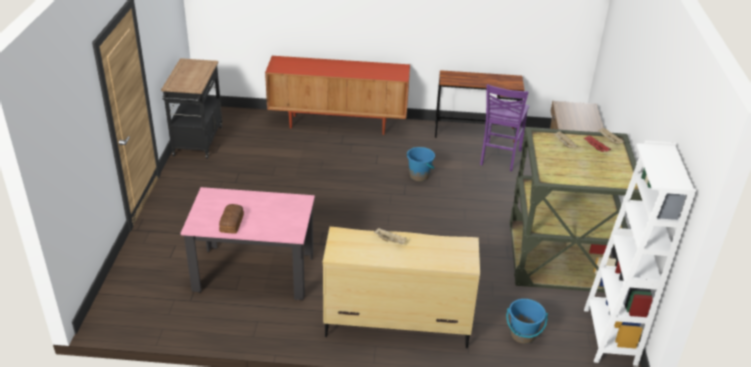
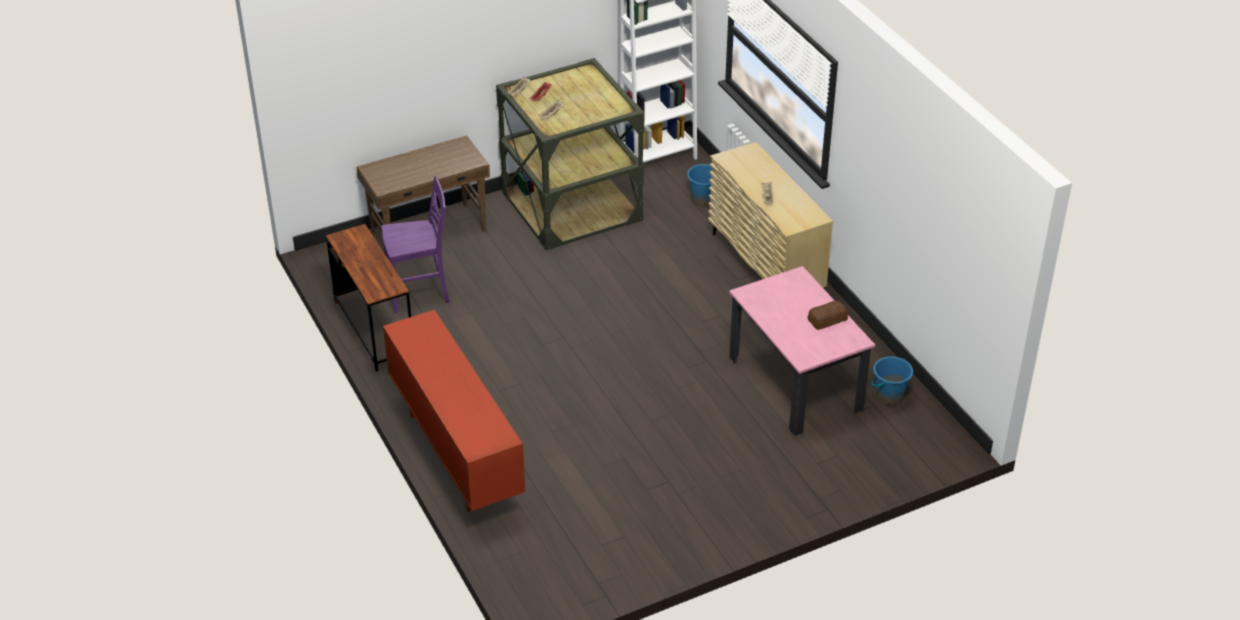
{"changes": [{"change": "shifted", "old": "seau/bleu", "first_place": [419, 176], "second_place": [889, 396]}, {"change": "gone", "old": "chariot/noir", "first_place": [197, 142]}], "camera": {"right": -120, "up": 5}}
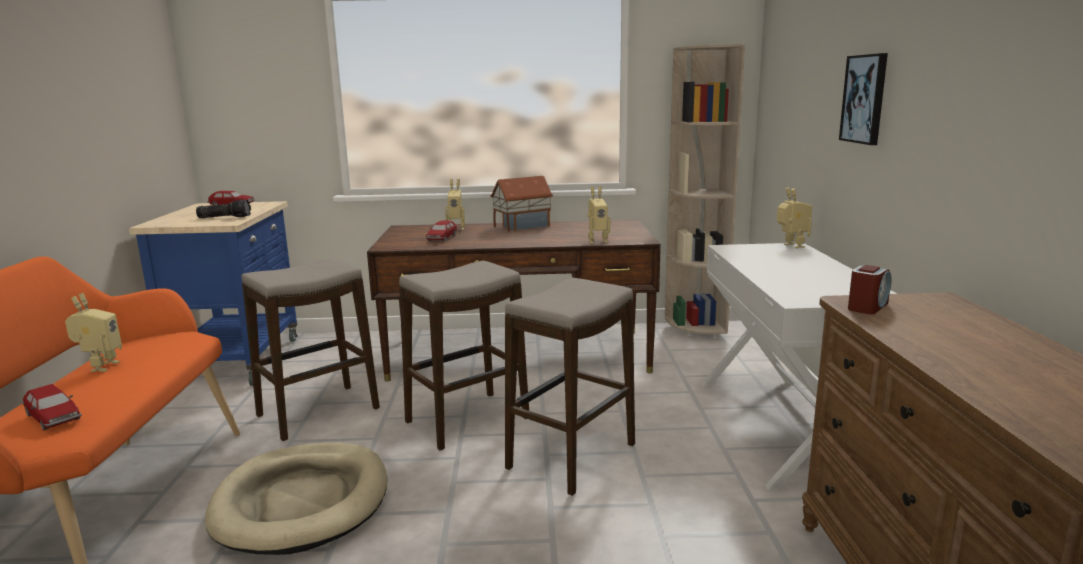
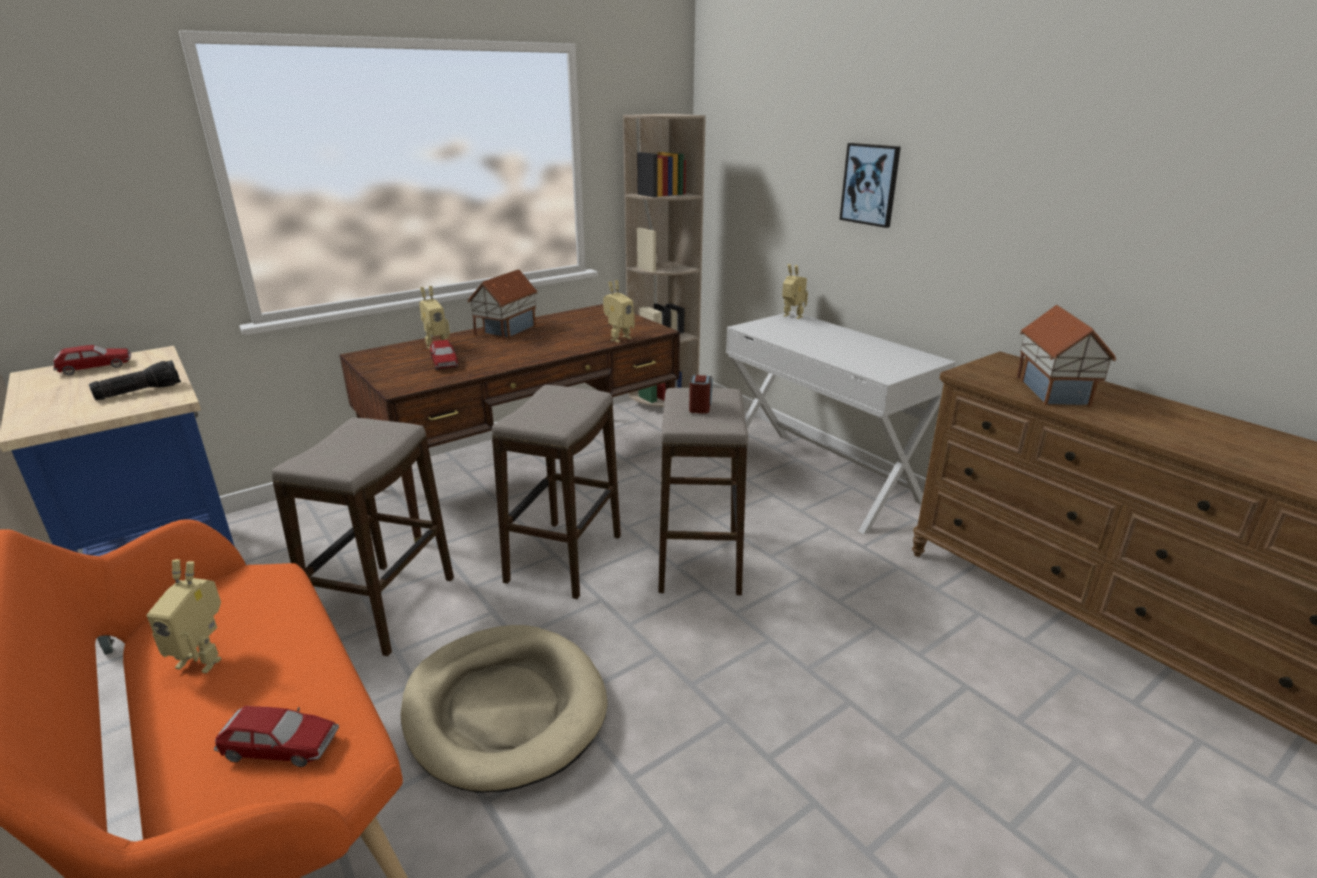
{"changes": [{"change": "rotated", "old": "robot jouet", "first_place": [100, 366], "second_place": [203, 658], "degrees": 135}, {"change": "shifted", "old": "réveil", "first_place": [867, 307], "second_place": [700, 406]}, {"change": "new", "new": "maison miniature", "second_place": [1055, 390]}], "camera": {"right": -35, "up": 10}}
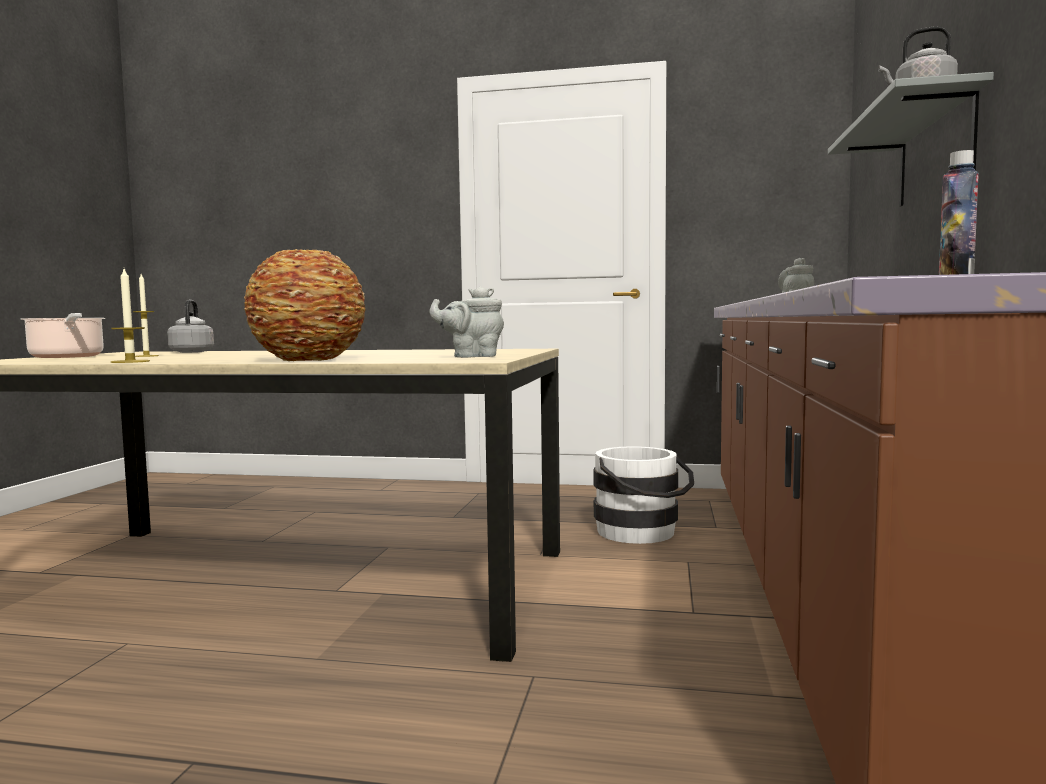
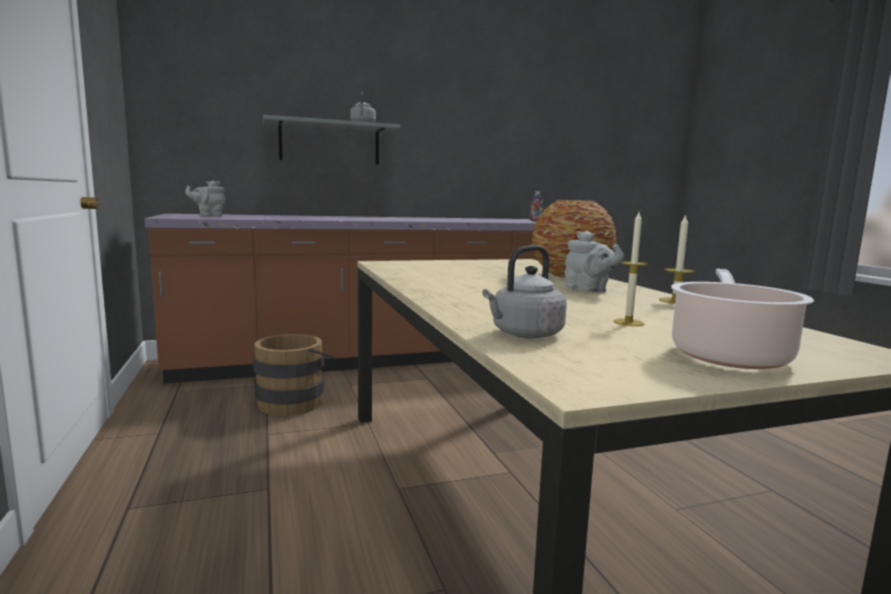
{"changes": [{"change": "repainted", "old": "seau/blanc", "new": "seau/marron", "first_place": [641, 534], "second_place": [294, 401]}, {"change": "shifted", "old": "théière/gris", "first_place": [471, 356], "second_place": [588, 290]}], "camera": {"right": -120, "up": 5}}
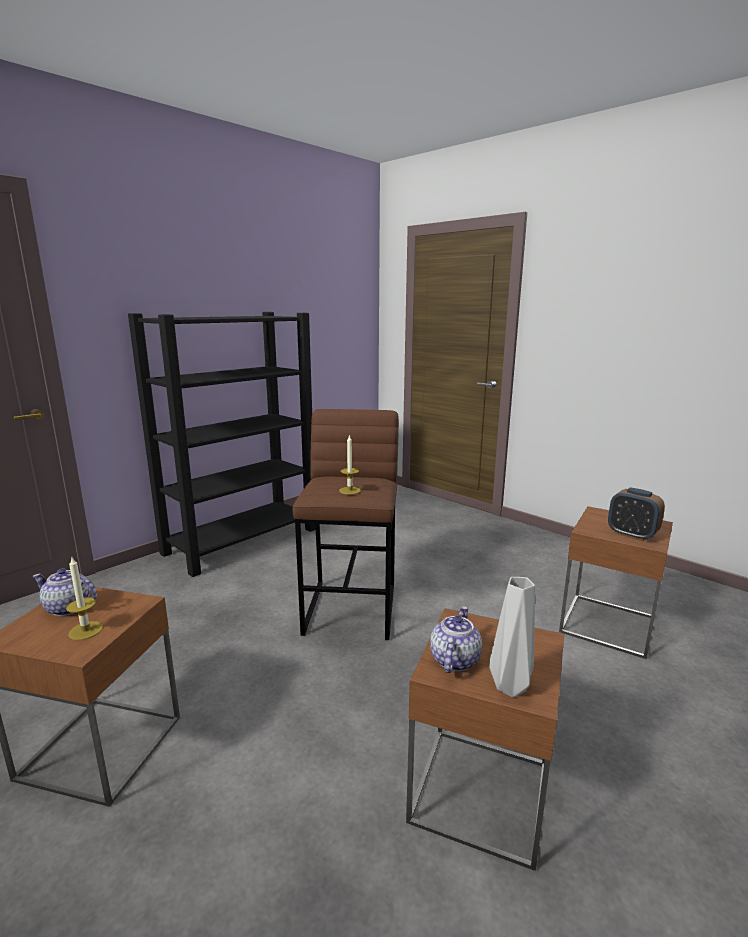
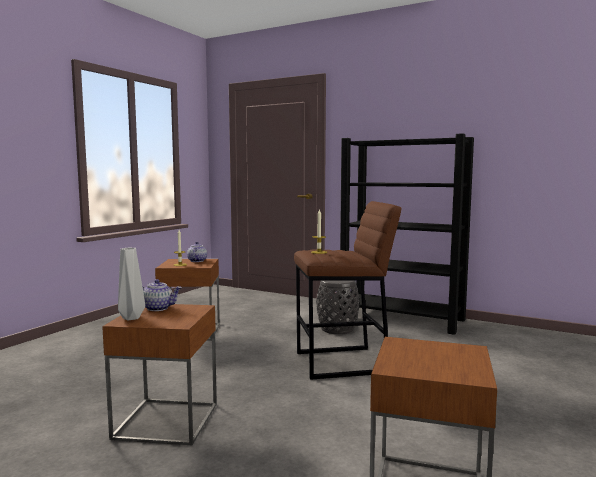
{"changes": [{"change": "new", "new": "tabouret/gris", "second_place": [337, 329]}, {"change": "gone", "old": "réveil", "first_place": [631, 534]}], "camera": {"right": 75, "up": -10}}
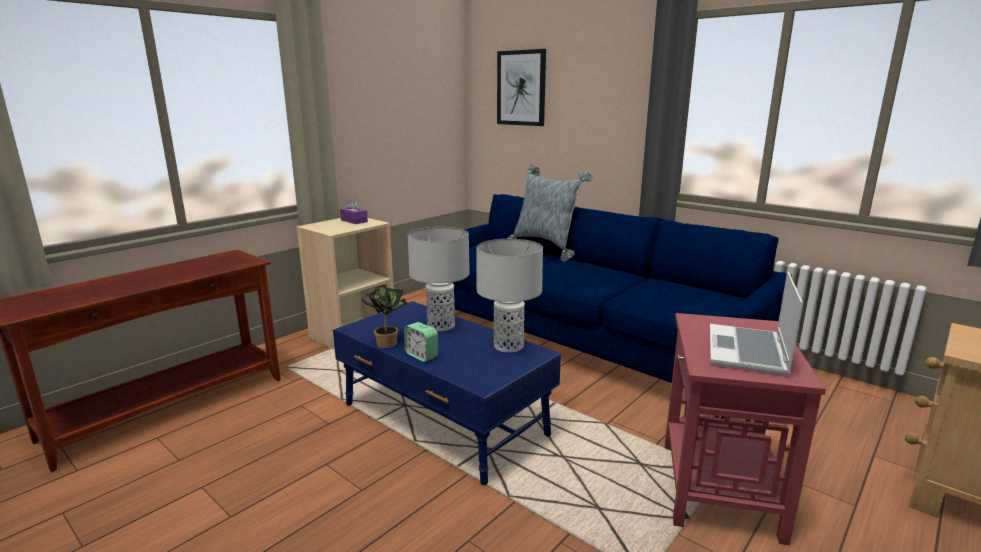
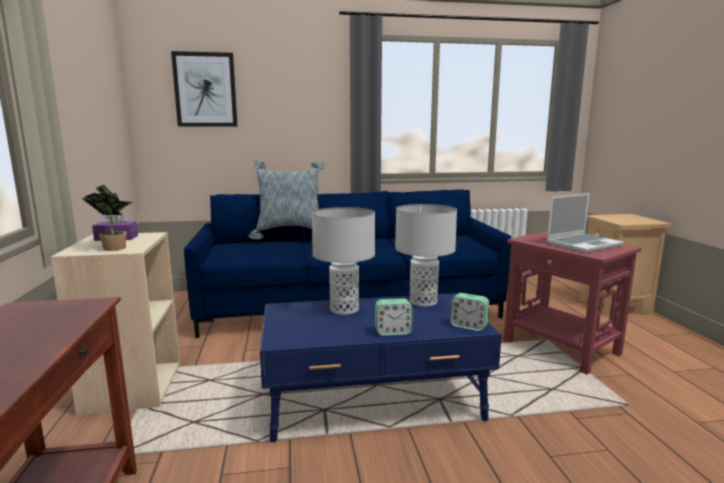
{"changes": [{"change": "shifted", "old": "plante en pot", "first_place": [387, 342], "second_place": [113, 247]}, {"change": "new", "new": "réveil", "second_place": [468, 326]}, {"change": "rotated", "old": "ordinateur portable", "first_place": [748, 352], "second_place": [583, 244], "degrees": -90}], "camera": {"right": -50, "up": -5}}
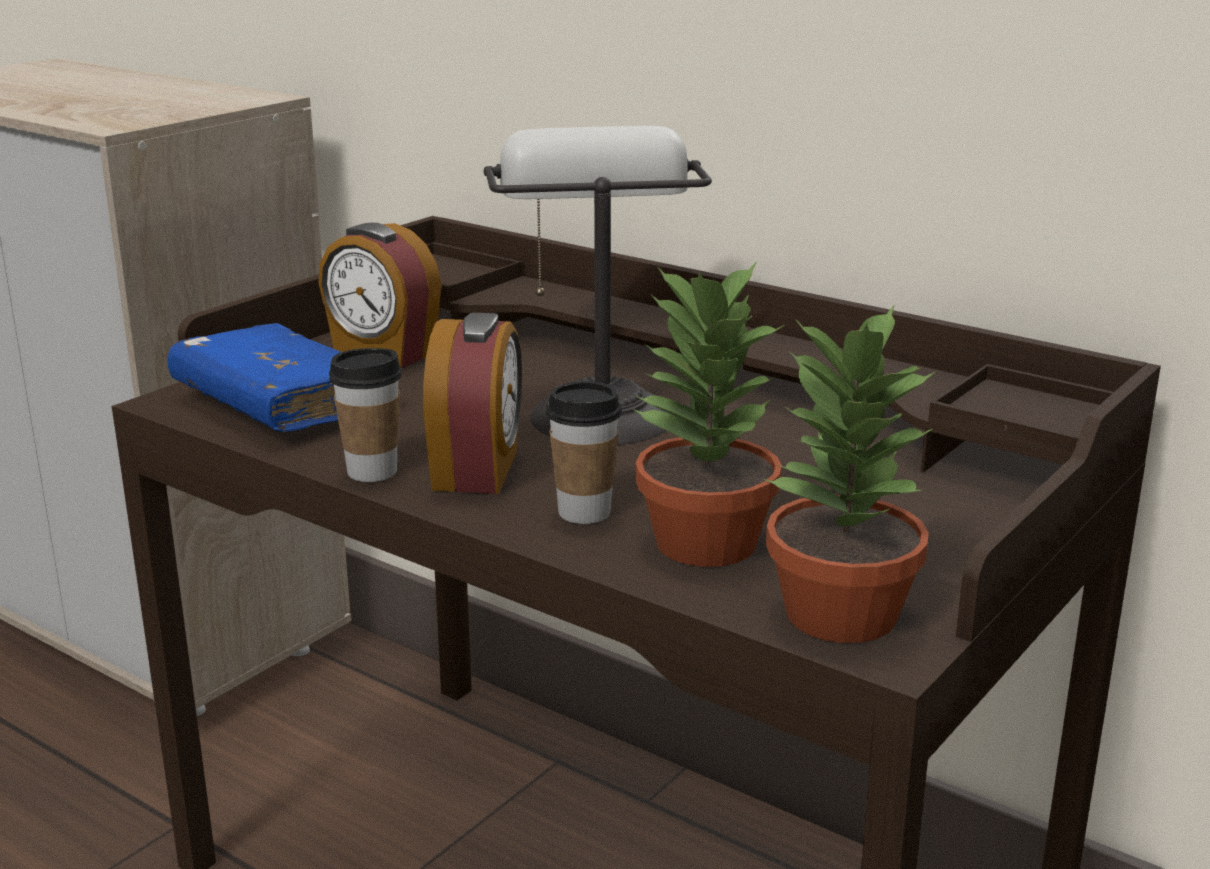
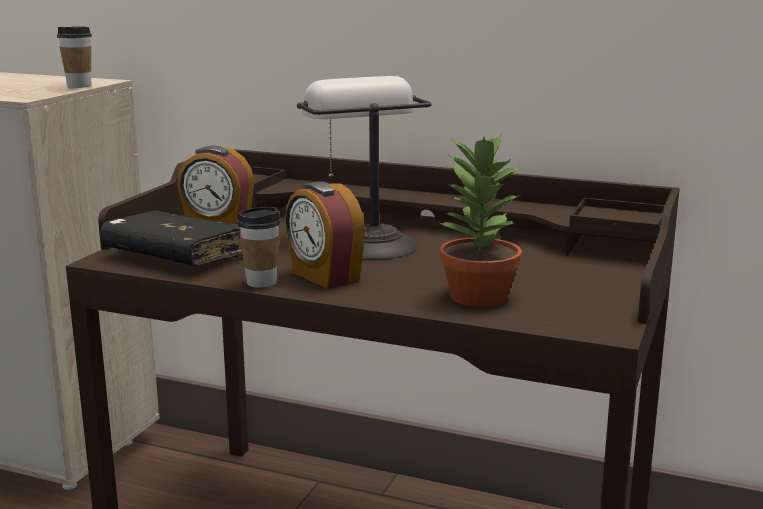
{"changes": [{"change": "shifted", "old": "tasse", "first_place": [584, 512], "second_place": [79, 86]}, {"change": "repainted", "old": "livre/bleu", "new": "livre/noir", "first_place": [278, 405], "second_place": [174, 256]}, {"change": "rotated", "old": "réveil", "first_place": [478, 470], "second_place": [324, 276], "degrees": 150}, {"change": "gone", "old": "plante en pot", "first_place": [837, 615]}], "camera": {"right": -15, "up": -5}}
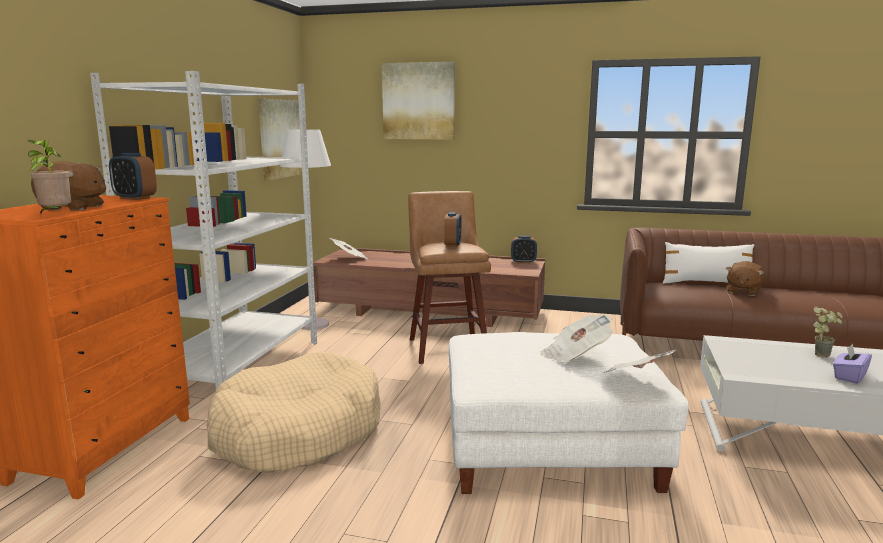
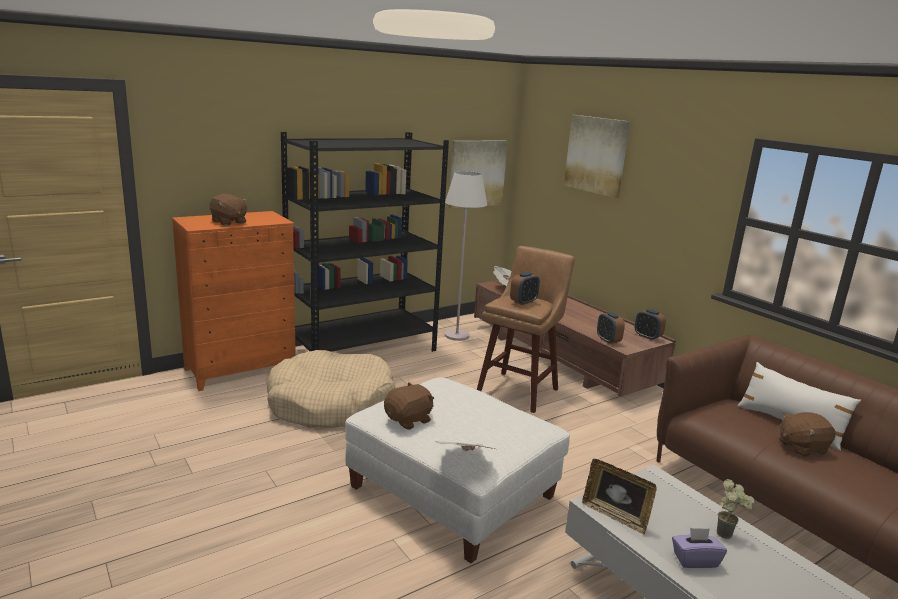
{"changes": [{"change": "repainted", "old": "bibliothèque/blanc", "new": "bibliothèque/noir", "first_place": [236, 369], "second_place": [362, 350]}, {"change": "new", "new": "peluche/marron", "second_place": [409, 420]}, {"change": "new", "new": "cadre photo", "second_place": [615, 516]}, {"change": "shifted", "old": "réveil", "first_place": [135, 198], "second_place": [608, 340]}, {"change": "gone", "old": "plante en pot", "first_place": [55, 215]}, {"change": "gone", "old": "journal", "first_place": [575, 355]}], "camera": {"right": 40, "up": 5}}
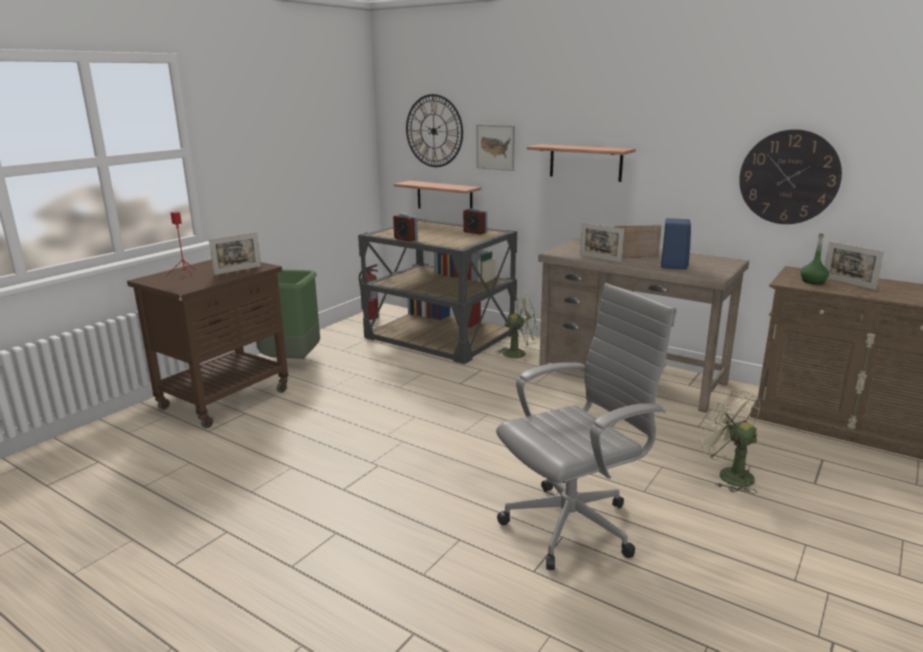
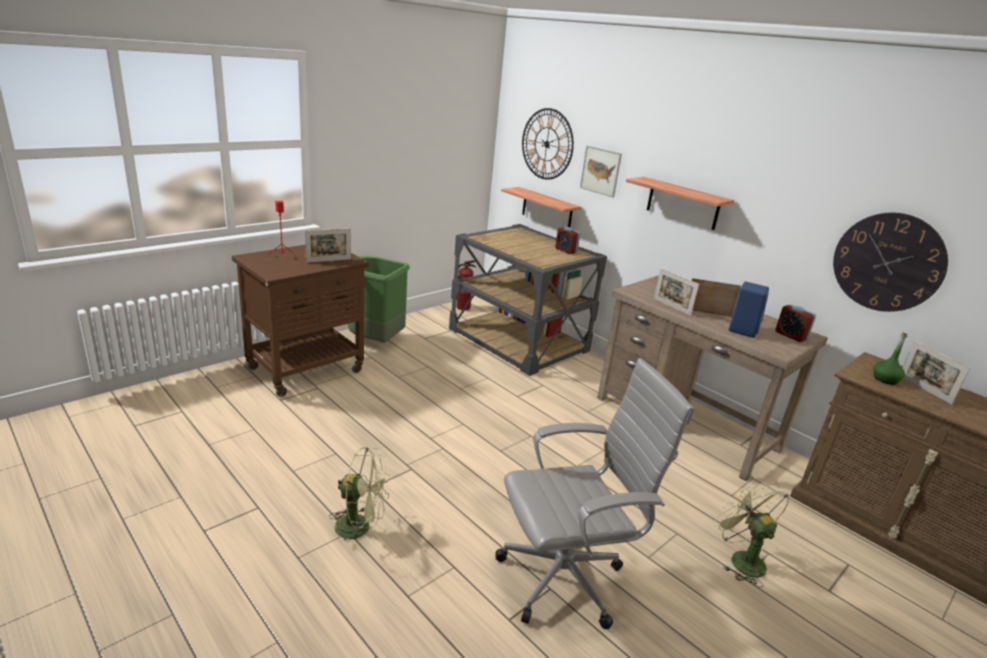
{"changes": [{"change": "shifted", "old": "ventilateur/vert", "first_place": [519, 354], "second_place": [360, 527]}, {"change": "shifted", "old": "réveil", "first_place": [405, 239], "second_place": [790, 336]}], "camera": {"right": 10, "up": 5}}
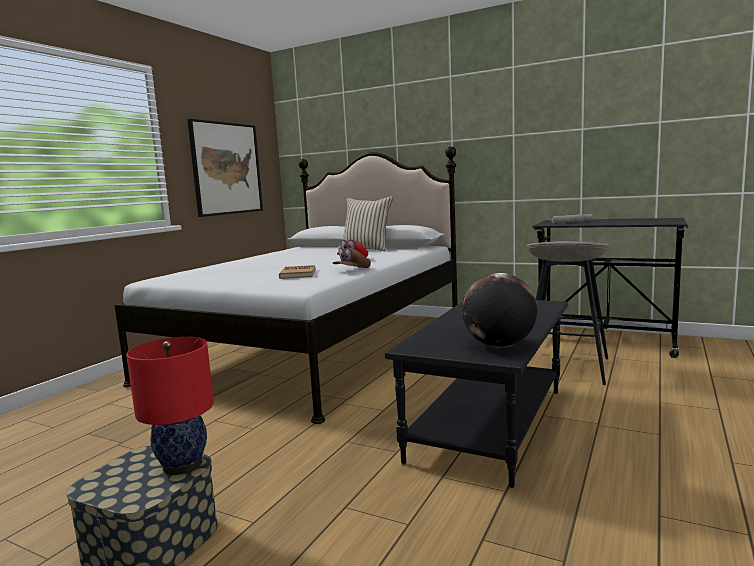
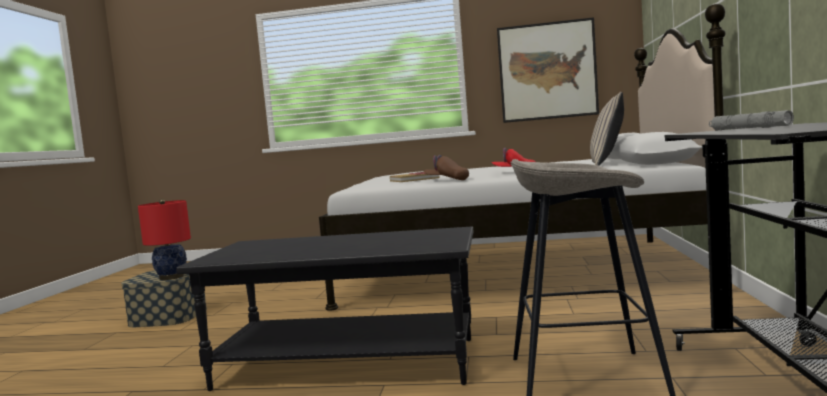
{"changes": [{"change": "gone", "old": "globe", "first_place": [498, 346]}], "camera": {"right": 70, "up": -5}}
